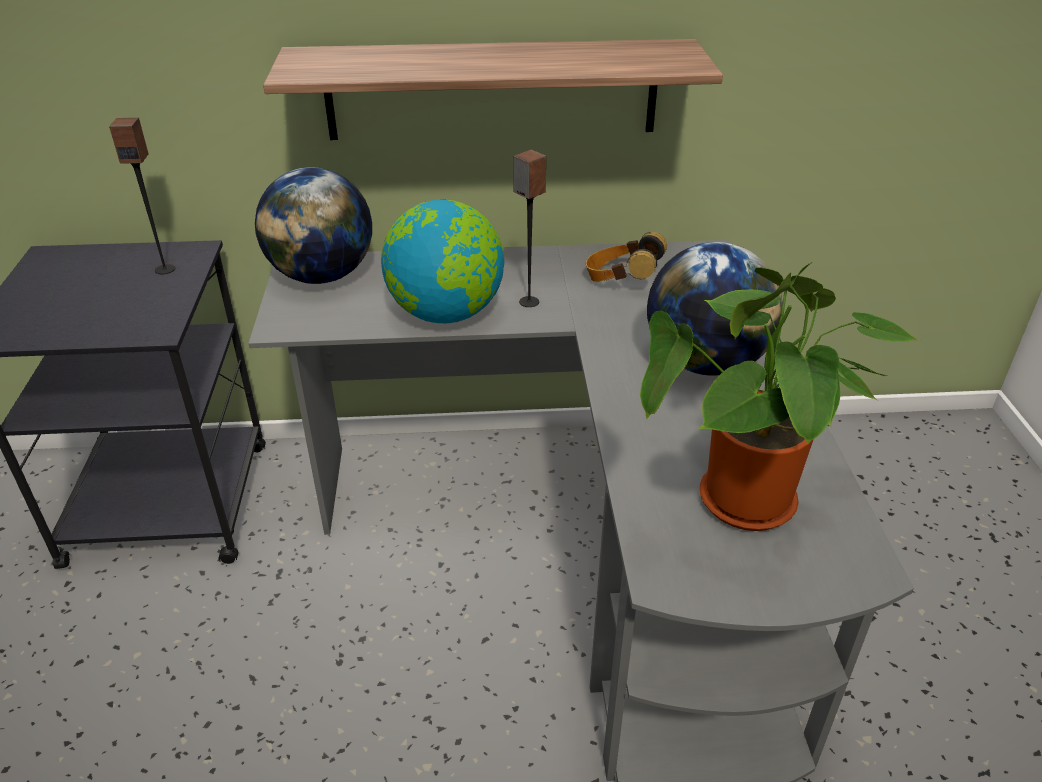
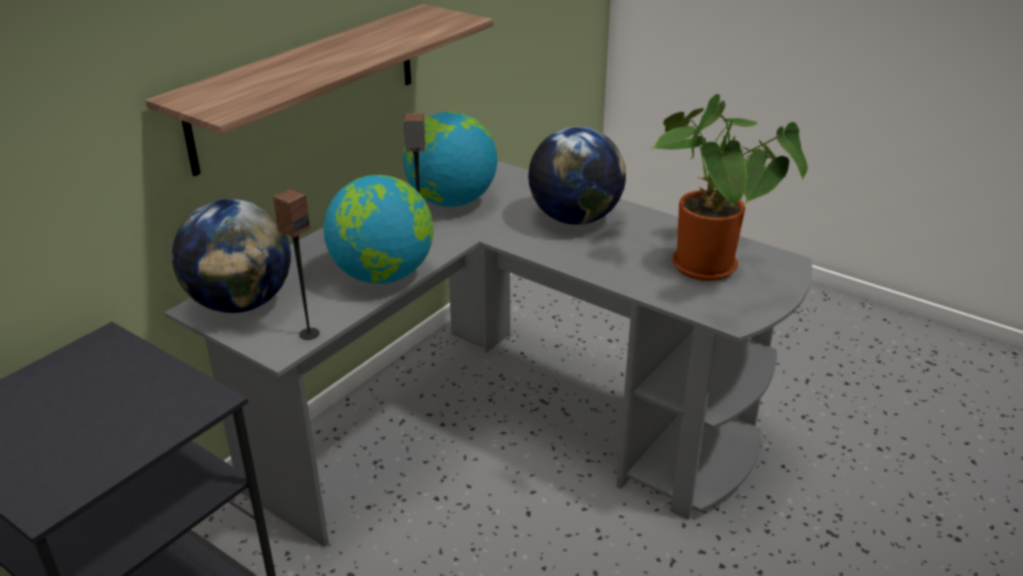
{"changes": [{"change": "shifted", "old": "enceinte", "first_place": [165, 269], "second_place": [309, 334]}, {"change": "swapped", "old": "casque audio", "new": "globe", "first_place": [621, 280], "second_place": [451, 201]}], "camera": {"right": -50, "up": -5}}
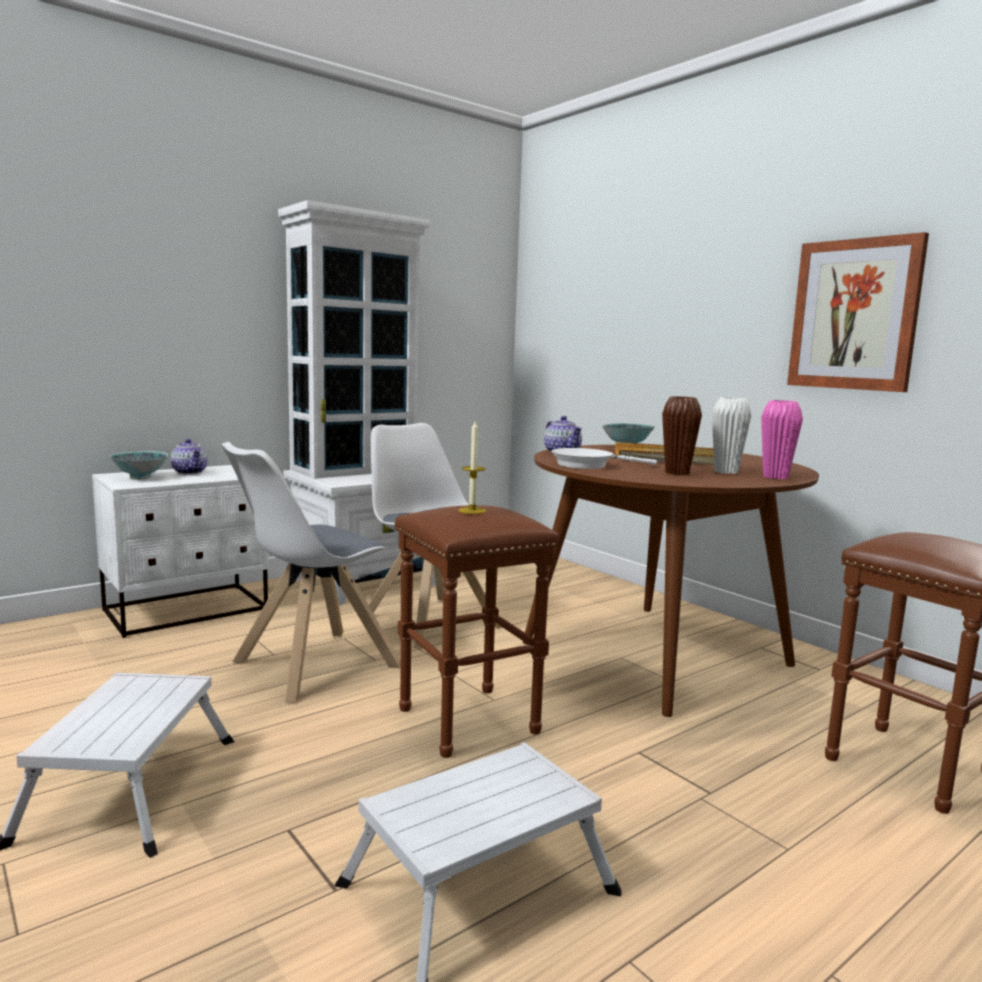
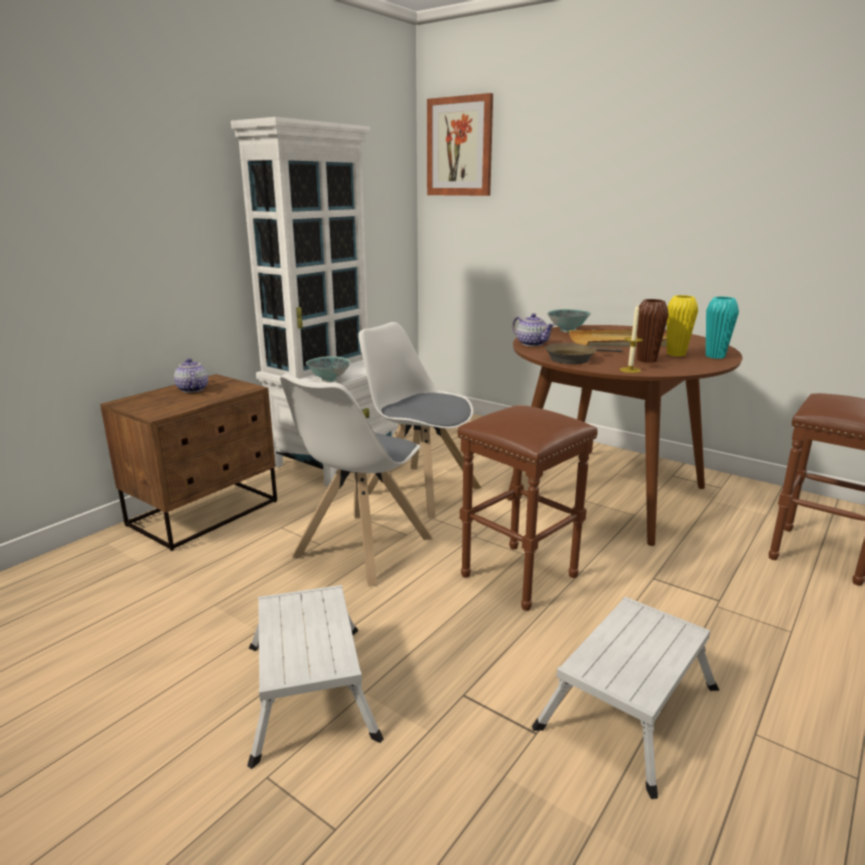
{"changes": [{"change": "repainted", "old": "table de chevet/blanc", "new": "table de chevet/marron", "first_place": [187, 610], "second_place": [205, 513]}, {"change": "rotated", "old": "théière", "first_place": [190, 472], "second_place": [191, 389], "degrees": -150}, {"change": "shifted", "old": "bol", "first_place": [140, 478], "second_place": [329, 380]}, {"change": "shifted", "old": "tableau", "first_place": [854, 315], "second_place": [459, 147]}, {"change": "repainted", "old": "poêle/blanc", "new": "poêle/marron", "first_place": [587, 465], "second_place": [573, 359]}, {"change": "shifted", "old": "bougie", "first_place": [472, 510], "second_place": [630, 370]}, {"change": "repainted", "old": "vase/blanc", "new": "vase/jaune", "first_place": [726, 472], "second_place": [676, 354]}, {"change": "repainted", "old": "vase/rose", "new": "vase/turquoise", "first_place": [775, 477], "second_place": [715, 356]}], "camera": {"right": -15, "up": 10}}
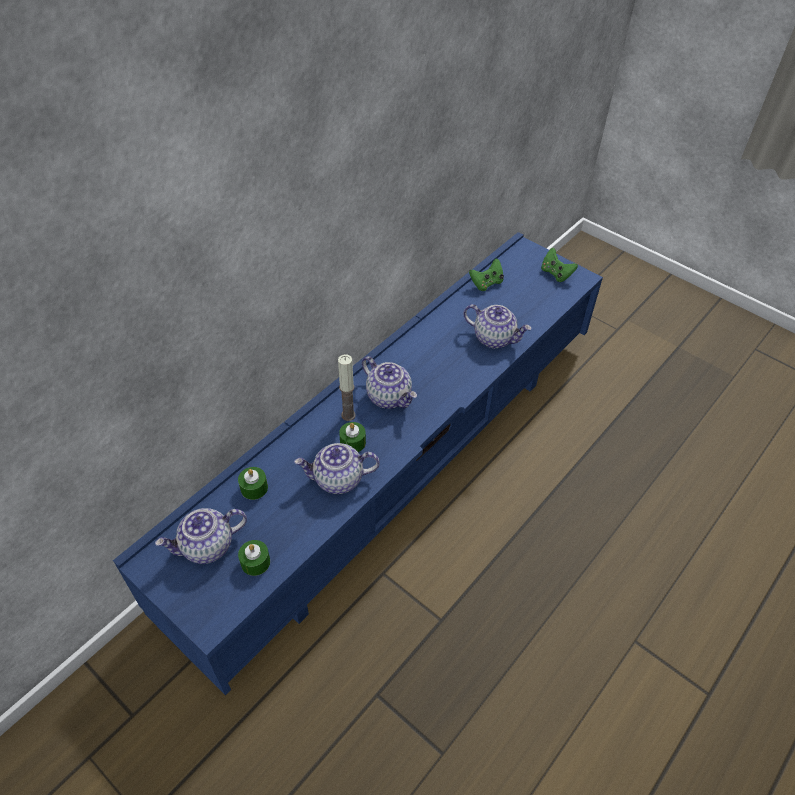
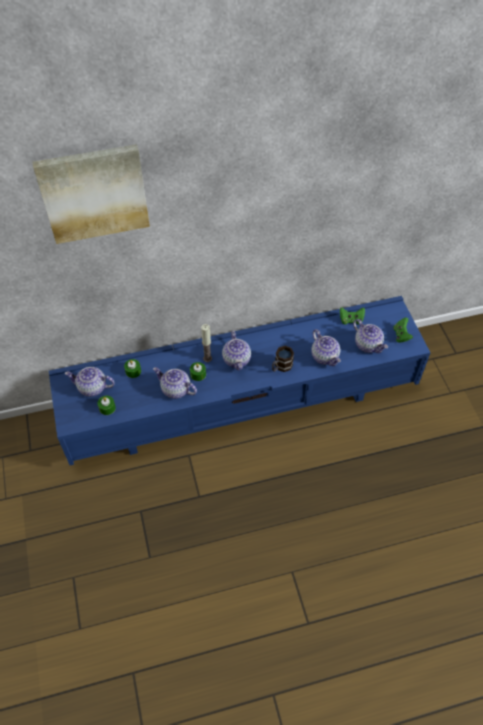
{"changes": [{"change": "new", "new": "tableau", "second_place": [94, 193]}, {"change": "new", "new": "mug", "second_place": [281, 367]}, {"change": "new", "new": "théière", "second_place": [368, 344]}], "camera": {"right": 35, "up": 5}}
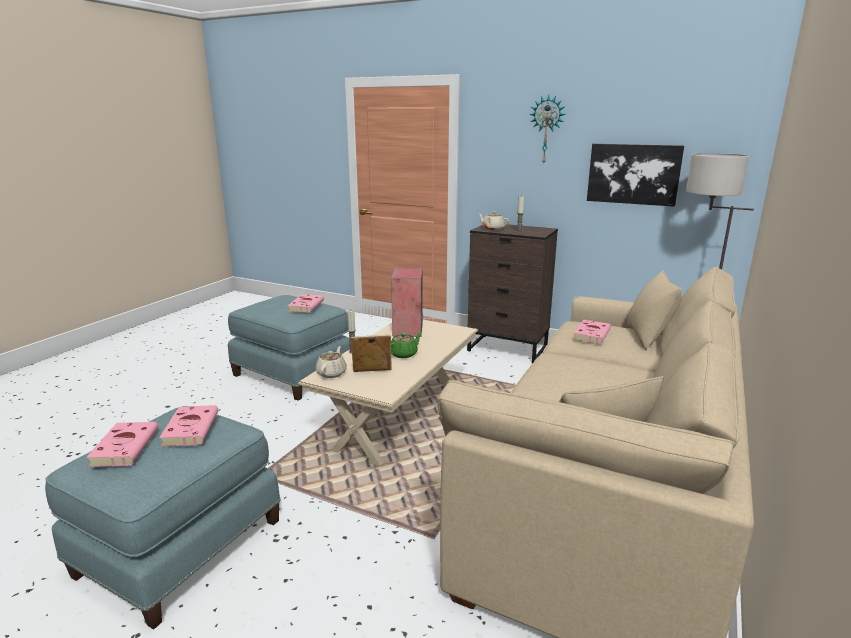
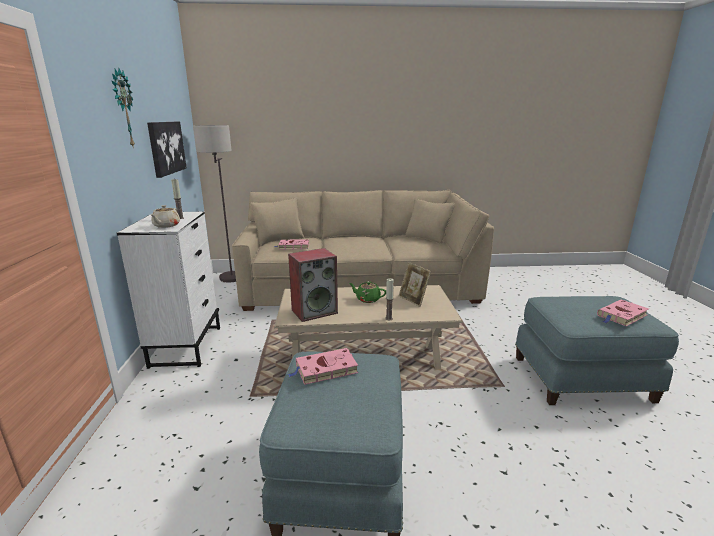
{"changes": [{"change": "repainted", "old": "commode/marron", "new": "commode/blanc", "first_place": [508, 349], "second_place": [186, 346]}, {"change": "gone", "old": "livre/rose", "first_place": [191, 428]}, {"change": "gone", "old": "théière/beige", "first_place": [332, 373]}], "camera": {"right": -120, "up": 0}}
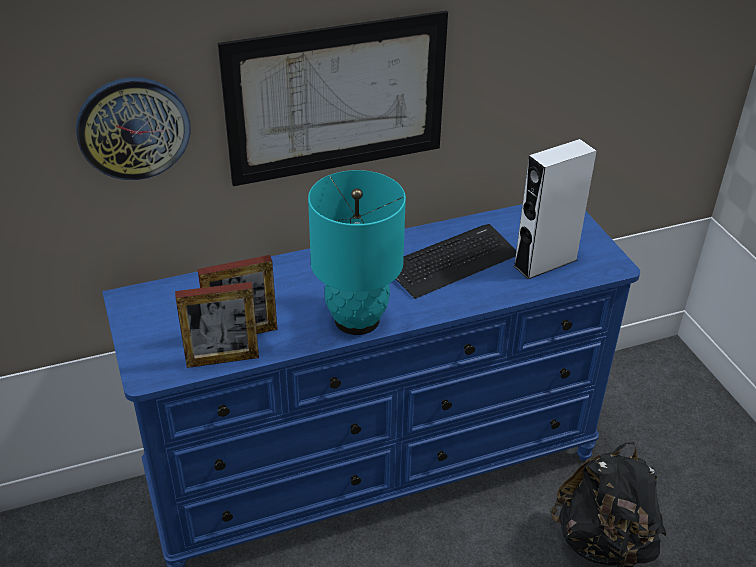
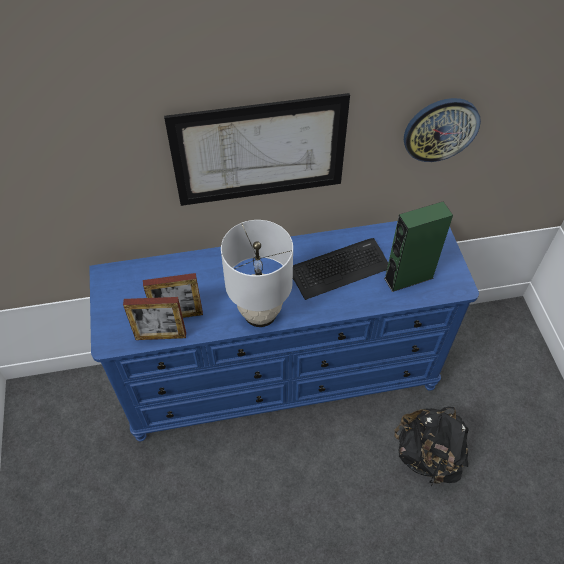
{"changes": [{"change": "repainted", "old": "lampe de table/turquoise", "new": "lampe de table/blanc", "first_place": [356, 320], "second_place": [260, 313]}, {"change": "repainted", "old": "enceinte/blanc", "new": "enceinte/vert", "first_place": [545, 263], "second_place": [408, 278]}, {"change": "shifted", "old": "horloge murale", "first_place": [133, 128], "second_place": [440, 129]}], "camera": {"right": 10, "up": 15}}
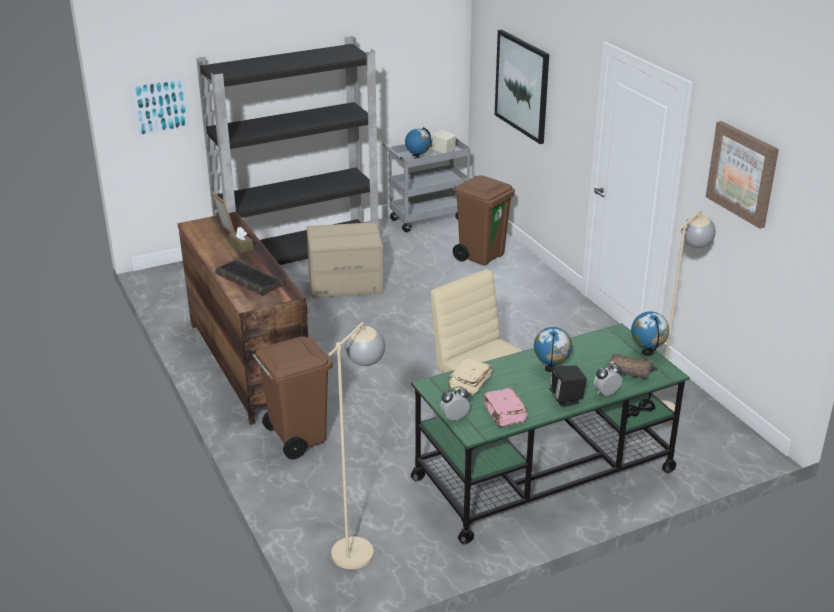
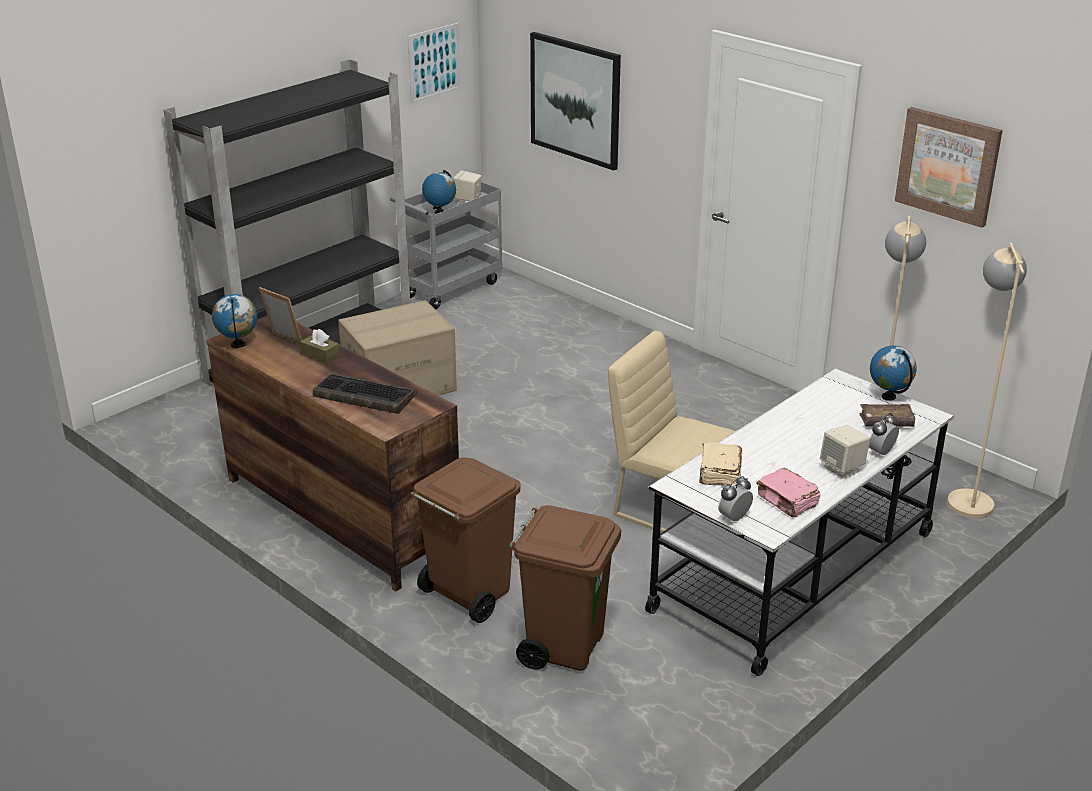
{"changes": [{"change": "shifted", "old": "globe", "first_place": [551, 369], "second_place": [238, 345]}, {"change": "shifted", "old": "tableau", "first_place": [160, 107], "second_place": [434, 62]}, {"change": "shifted", "old": "poubelle/marron", "first_place": [481, 256], "second_place": [564, 647]}, {"change": "repainted", "old": "bureau/vert", "new": "bureau/blanc", "first_place": [544, 475], "second_place": [794, 571]}, {"change": "repainted", "old": "enceinte/noir", "new": "enceinte/beige", "first_place": [566, 399], "second_place": [842, 468]}, {"change": "shifted", "old": "lampadaire/beige", "first_place": [360, 544], "second_place": [967, 495]}], "camera": {"right": -20, "up": 0}}
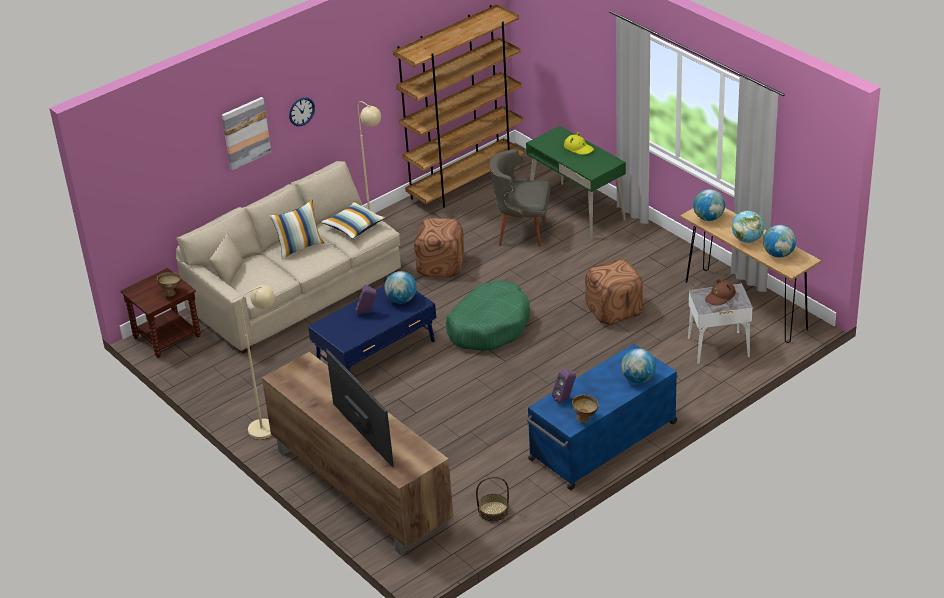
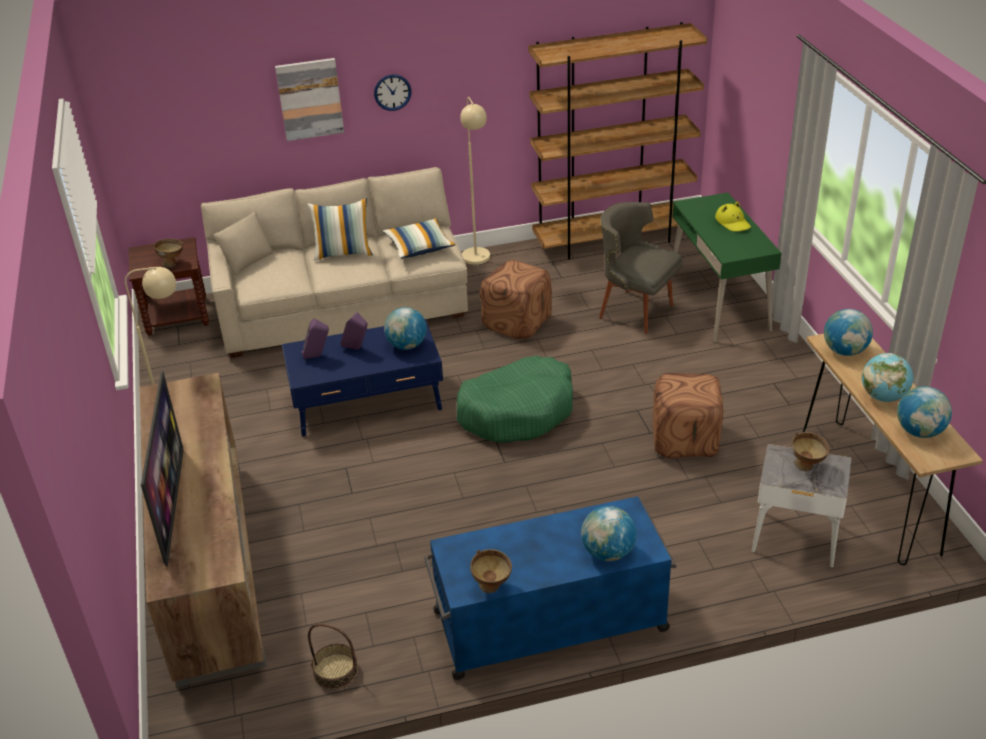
{"changes": [{"change": "shifted", "old": "enceinte/violet", "first_place": [565, 399], "second_place": [317, 356]}, {"change": "swapped", "old": "chapeau/marron", "new": "bol/marron", "first_place": [720, 296], "second_place": [807, 467]}], "camera": {"right": 25, "up": 0}}
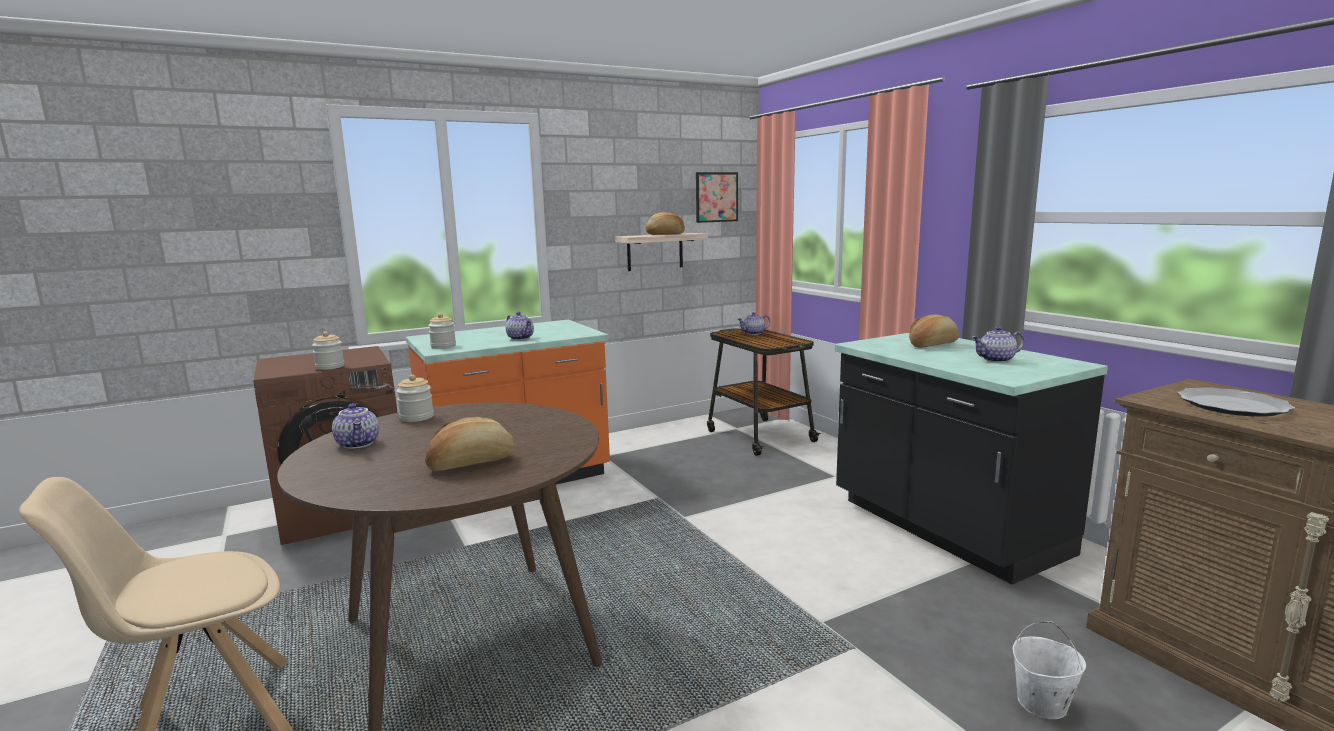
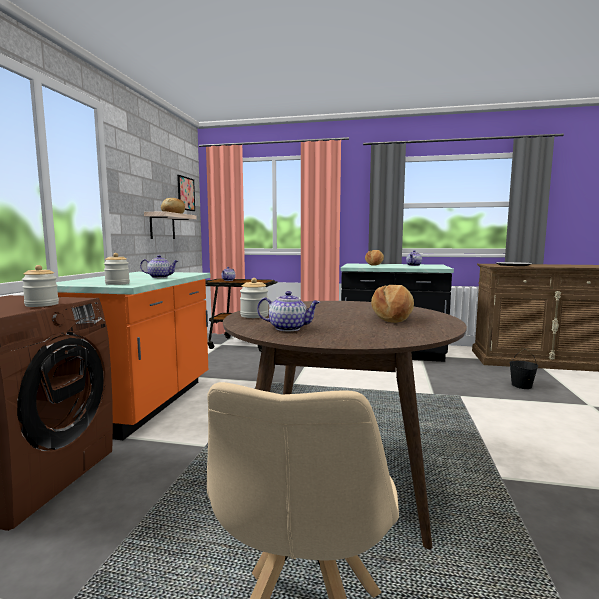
{"changes": [{"change": "repainted", "old": "seau/blanc", "new": "seau/noir", "first_place": [1041, 704], "second_place": [521, 386]}], "camera": {"right": -50, "up": -5}}
